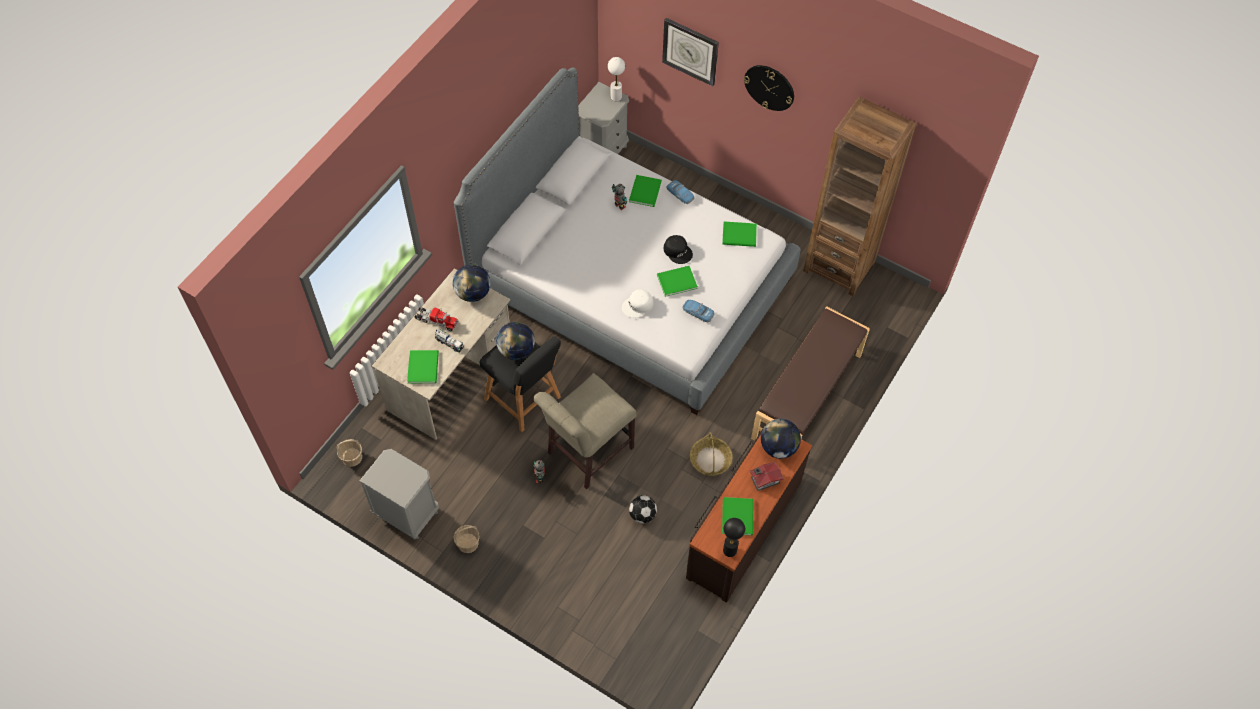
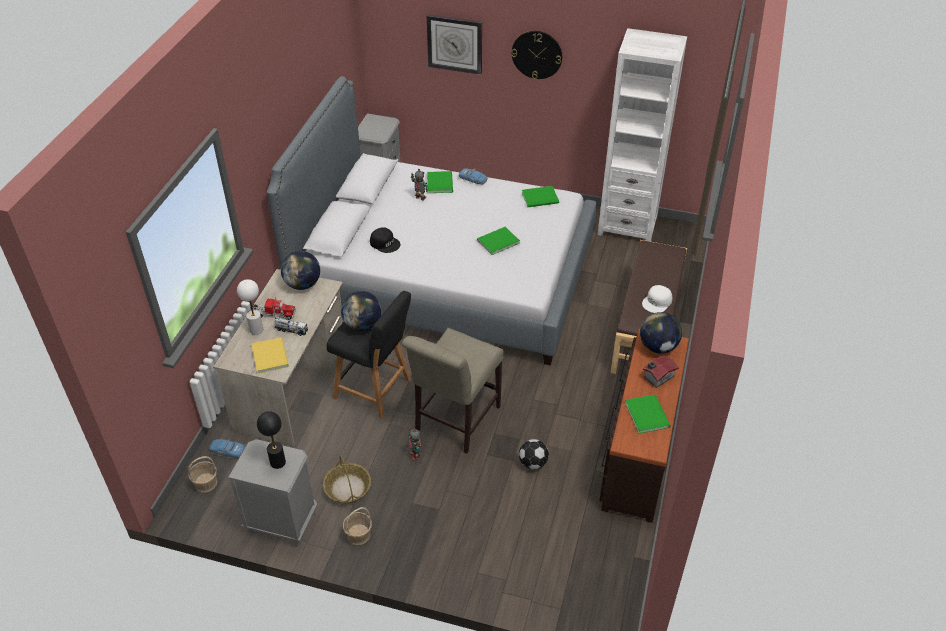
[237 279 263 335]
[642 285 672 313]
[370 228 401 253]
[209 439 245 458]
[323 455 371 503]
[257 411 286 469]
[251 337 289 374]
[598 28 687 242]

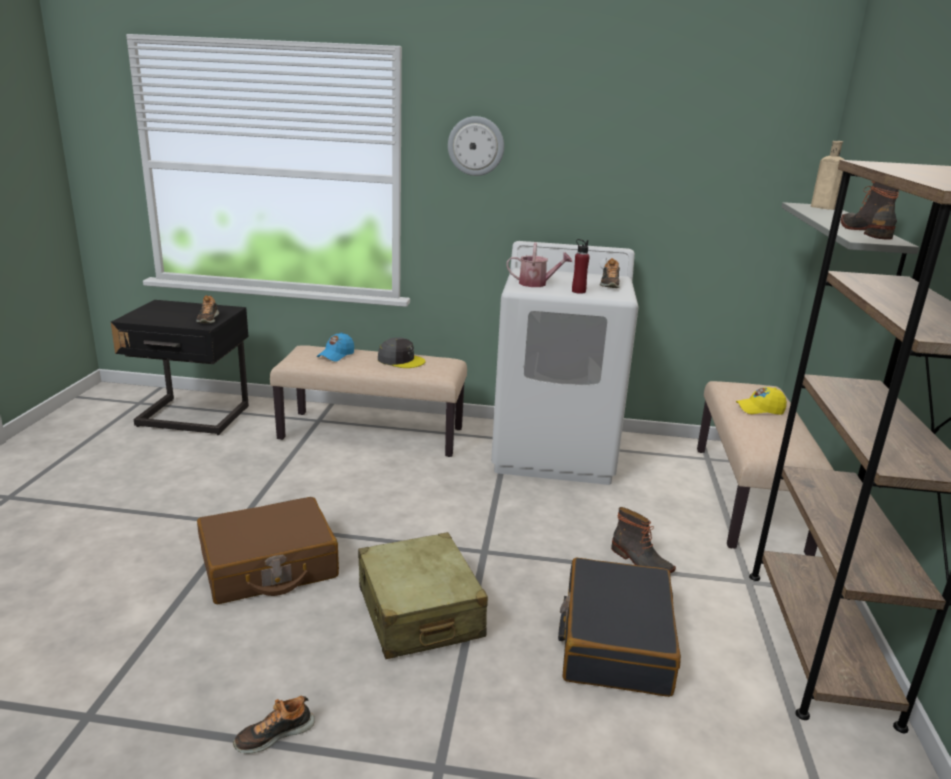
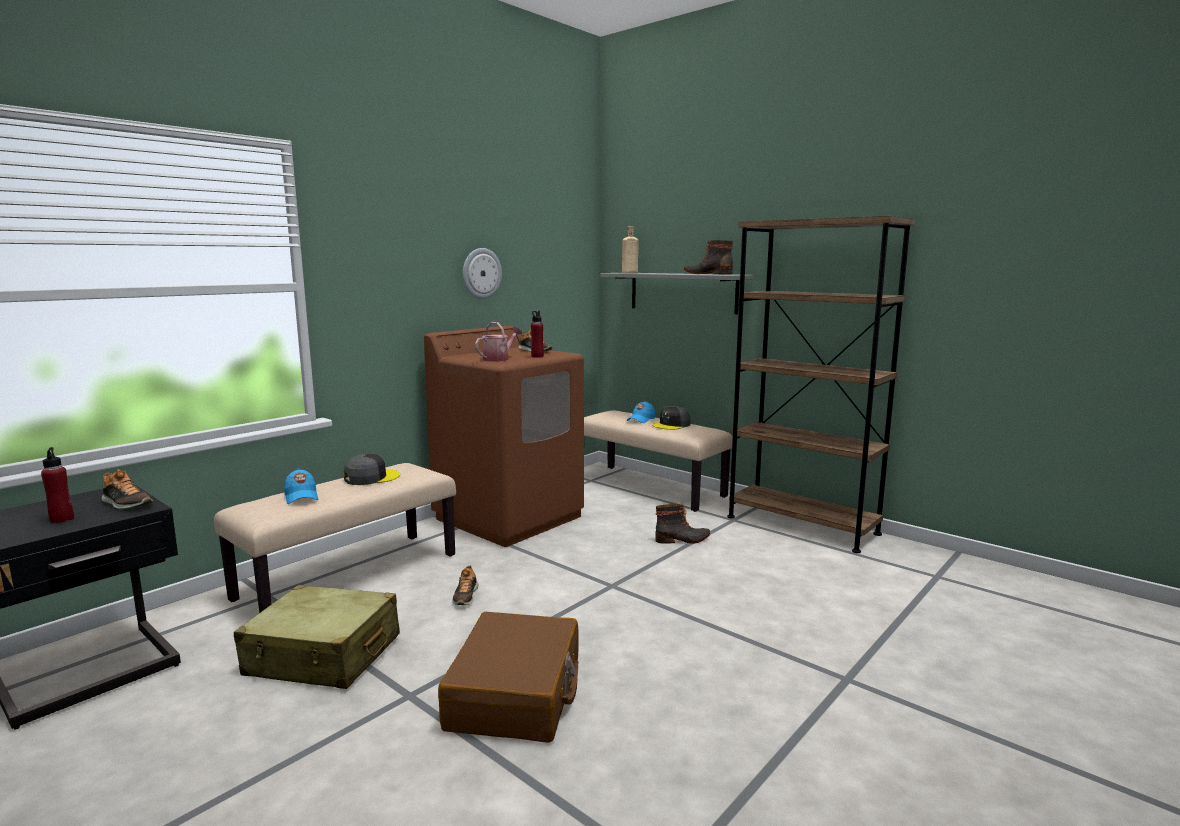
[558 557 681 697] (first image)
[41 447 74 523]
[652 406 691 430]
[452 566 478 605]
[234 585 400 689]
[463 248 502 299]
[424 326 584 547]
[627 401 655 423]

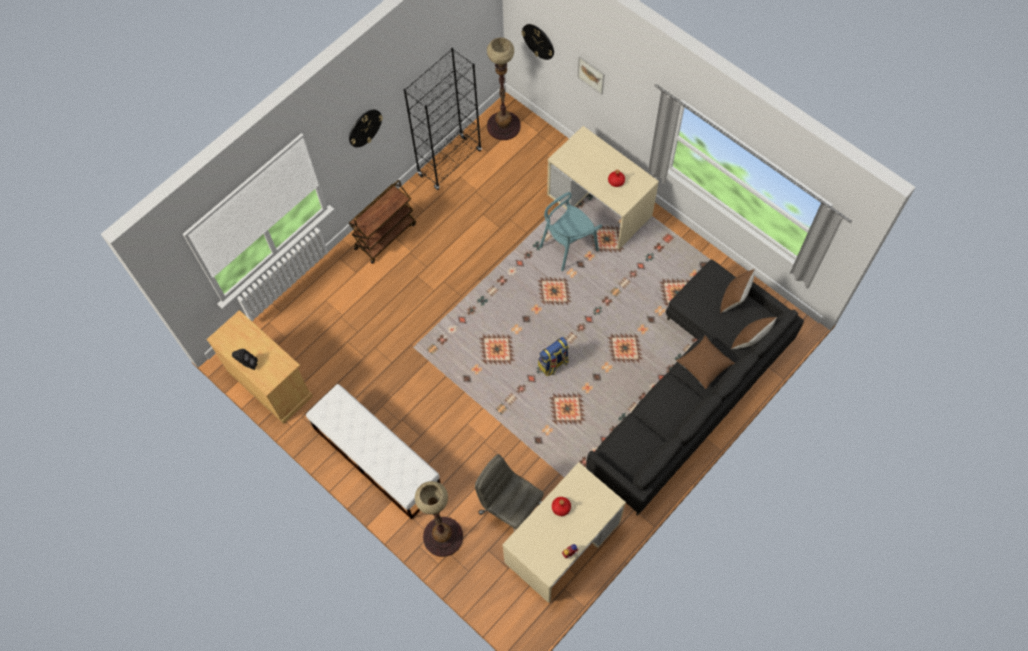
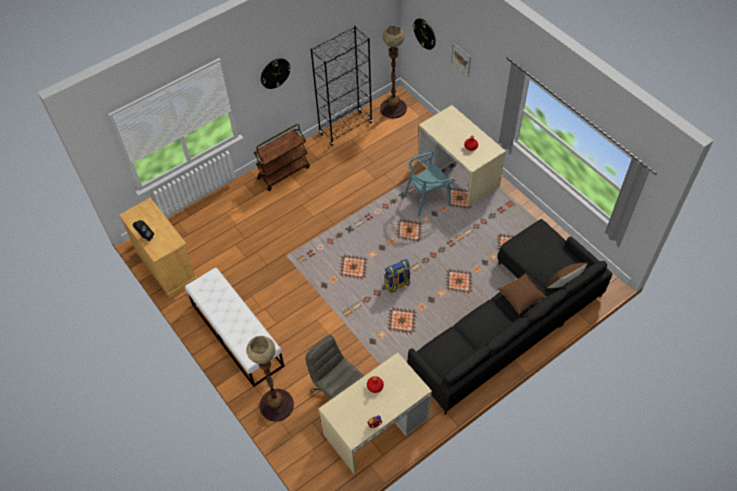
[720 269 755 313] (first image)

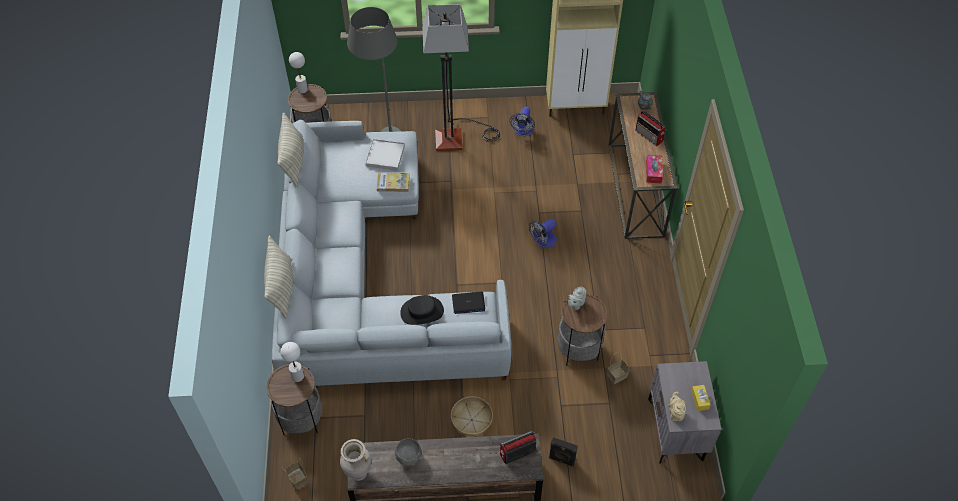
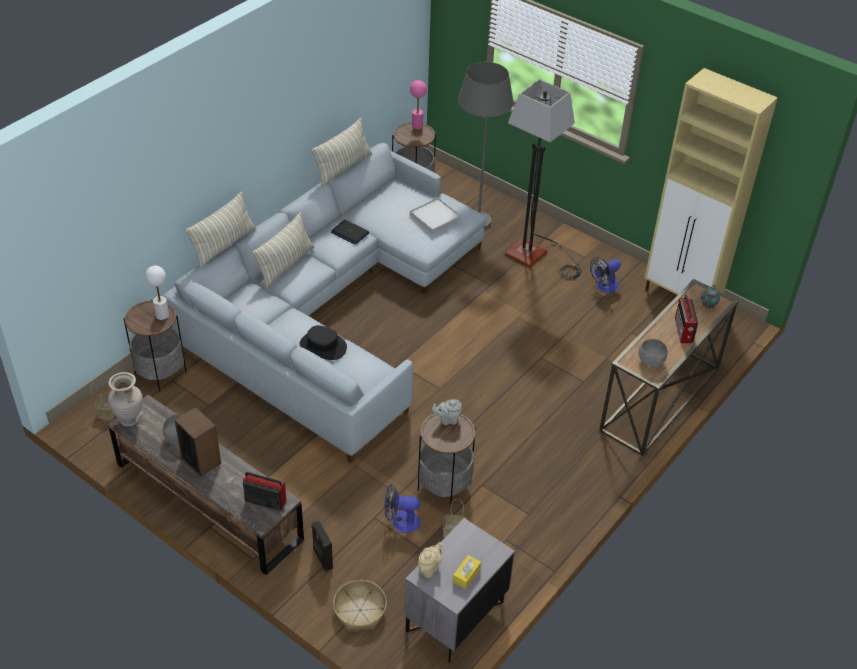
[377 173 410 192] (first image)
[174 407 221 477]
[252 212 314 289]
[333 580 387 630]
[331 220 369 244]
[384 483 420 533]
[639 339 667 367]
[410 80 427 130]

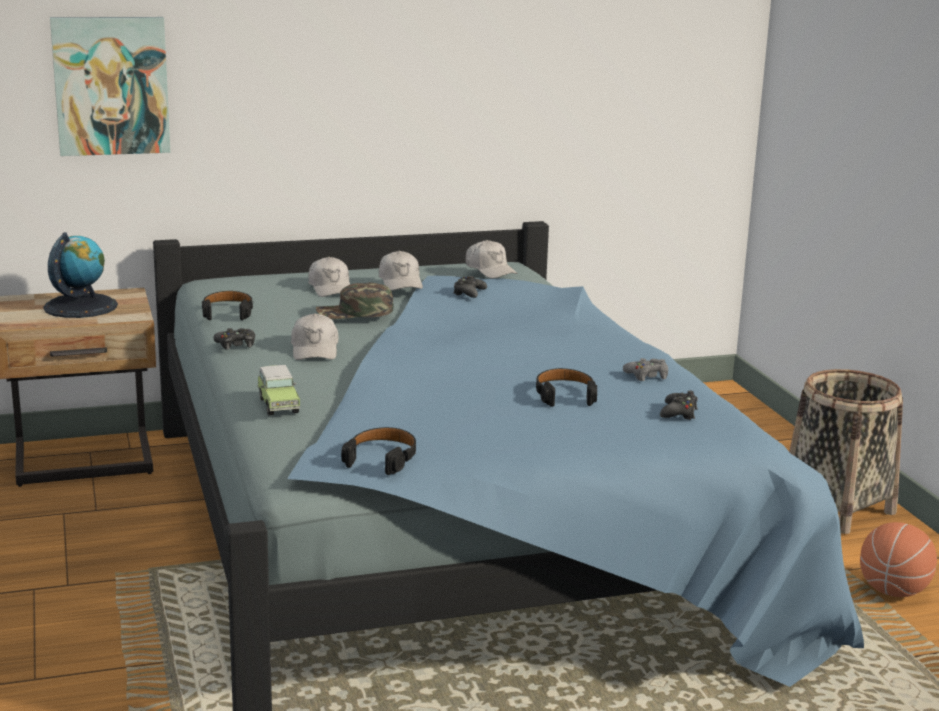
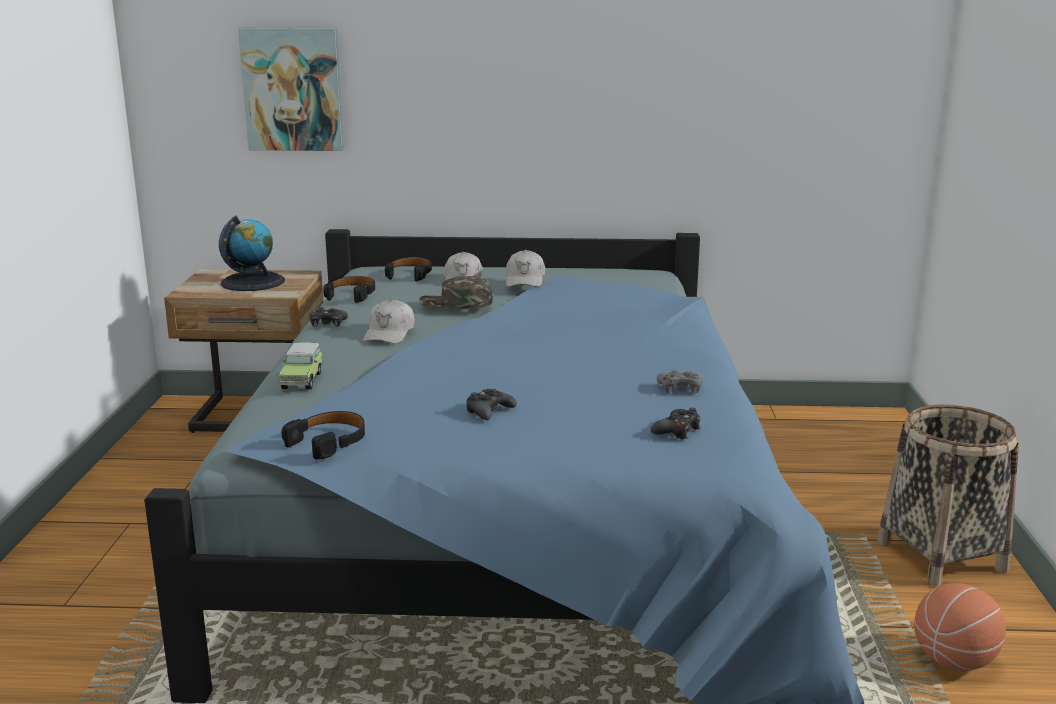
[466 240 518 279] (first image)
[466 388 517 420]
[385 257 432 281]

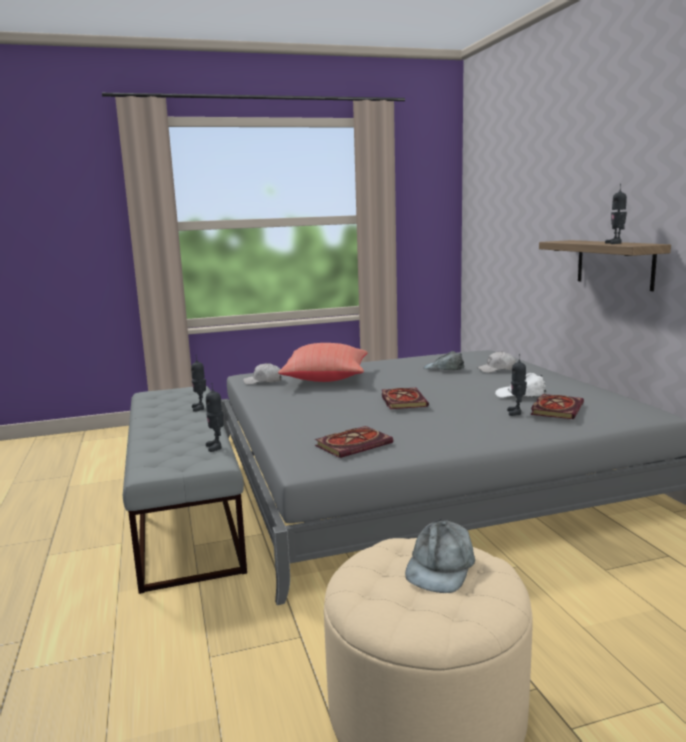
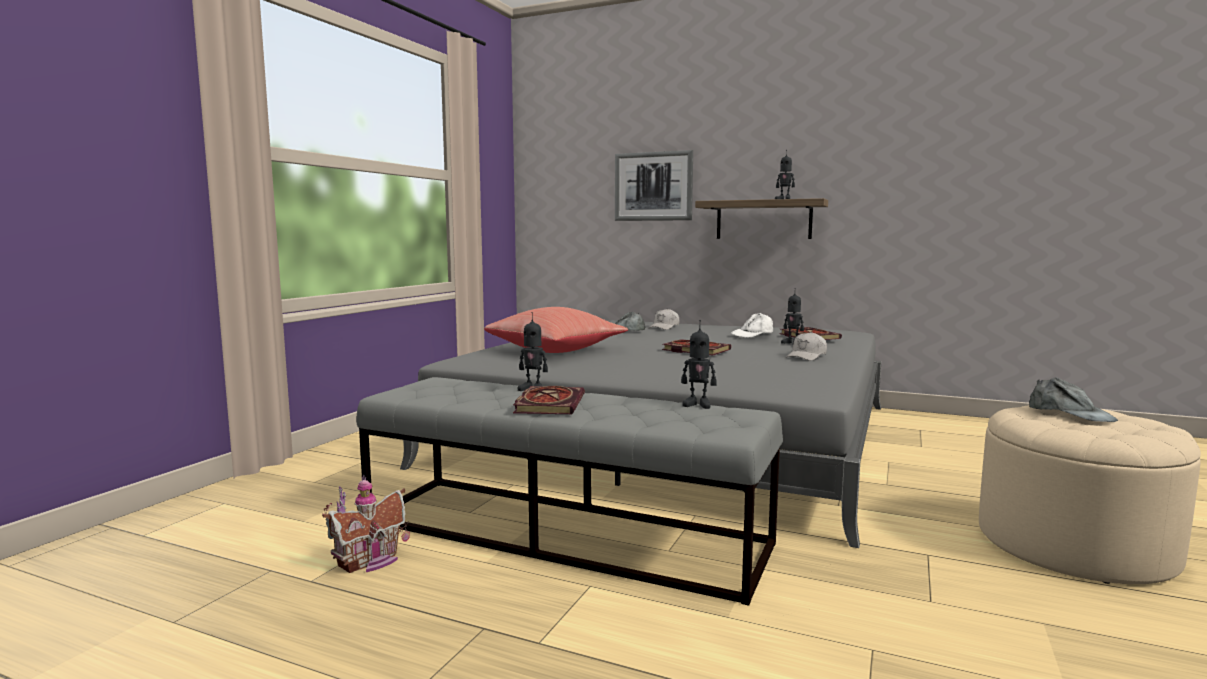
[322 475 410 573]
[615 150 693 221]
[786 332 827 361]
[513 386 585 414]

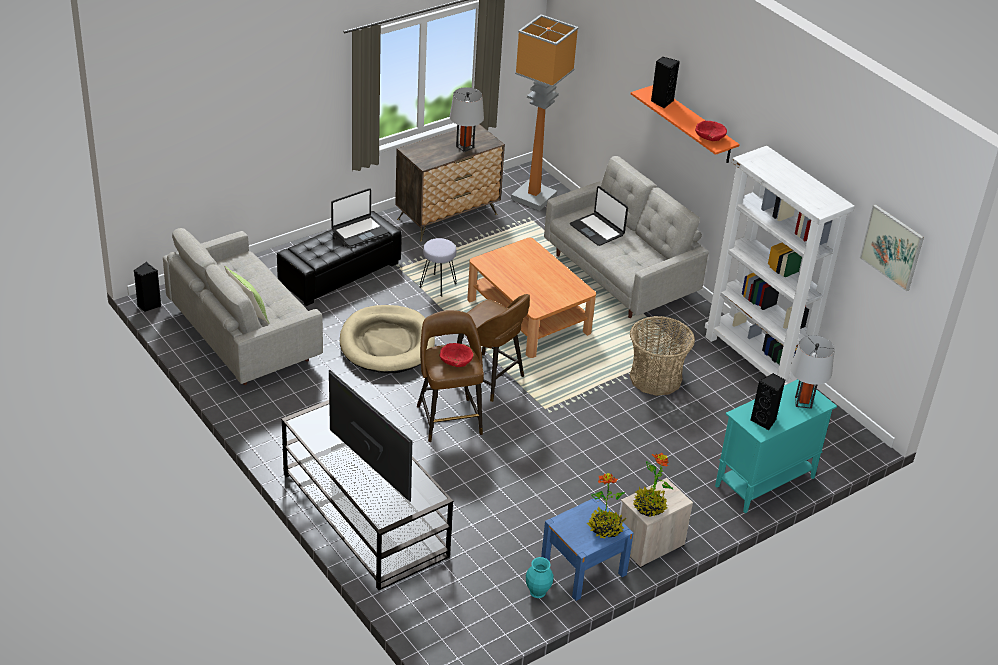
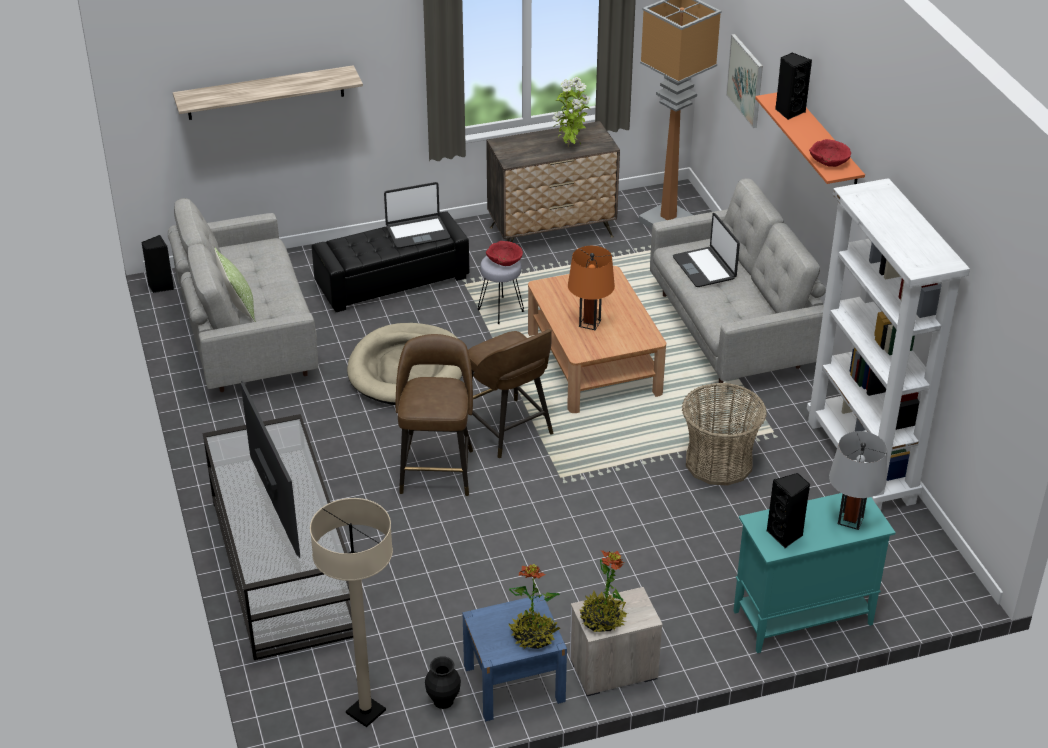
[173 65 363 120]
[310 498 393 727]
[568 246 615 330]
[486 241 523 266]
[726 34 763 128]
[552 77 591 147]
[425 656 461 709]

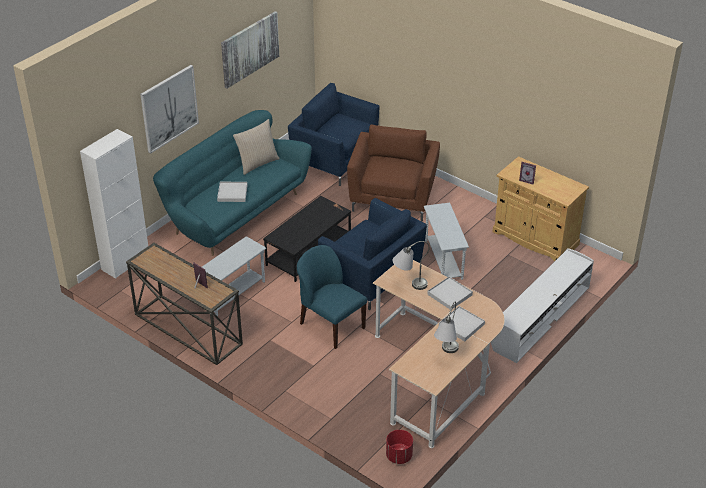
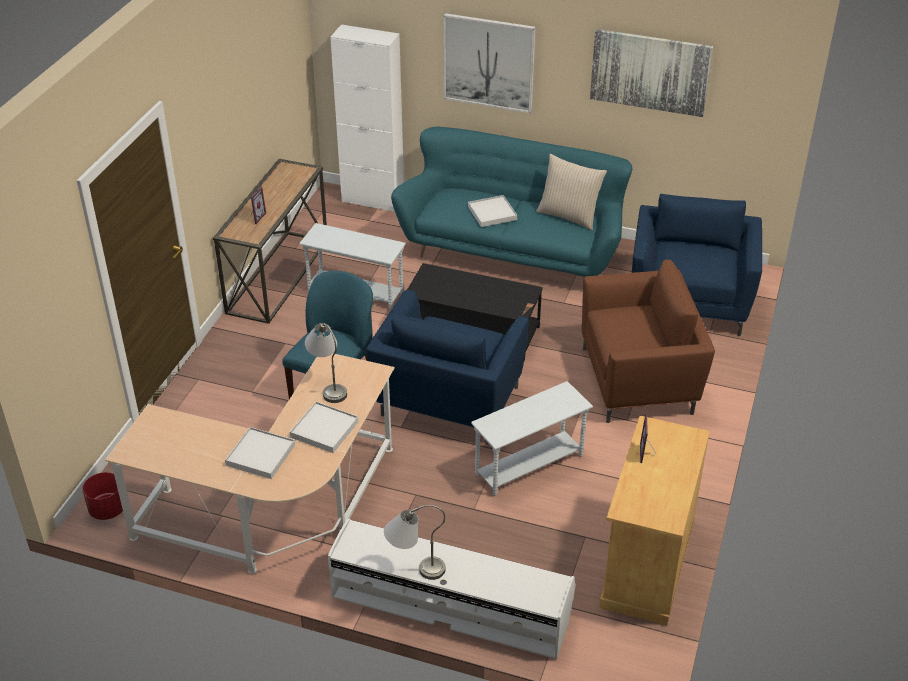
[384 505 445 580]

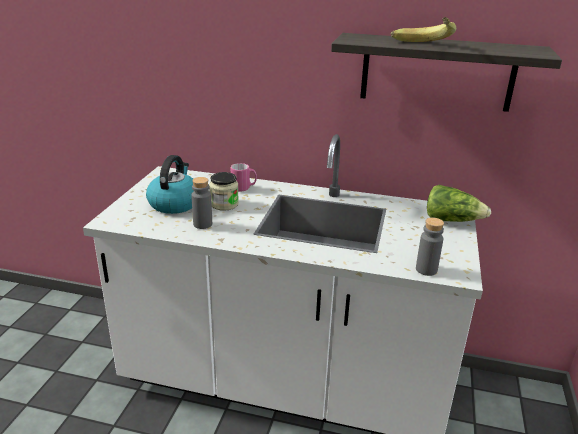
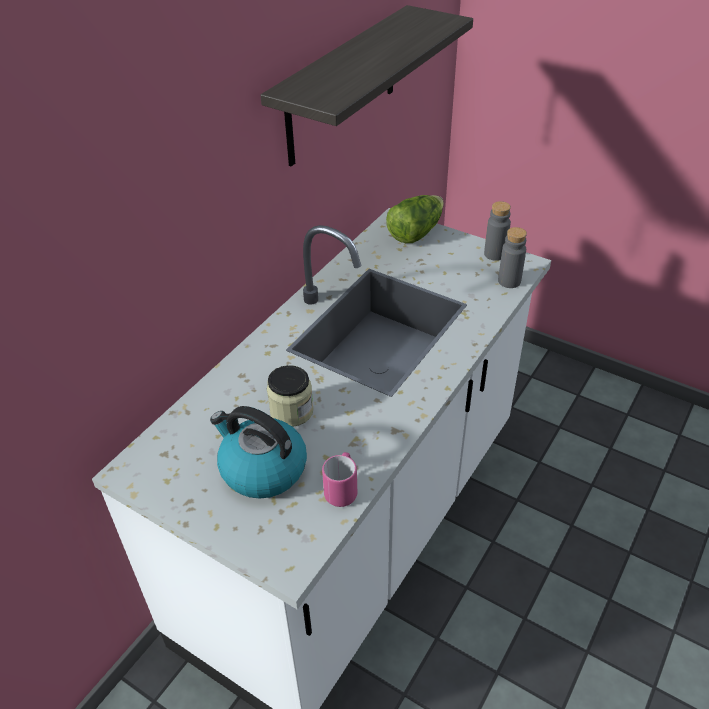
[391 17 456 42] (first image)
[484 201 511 261]
[322 452 357 507]

